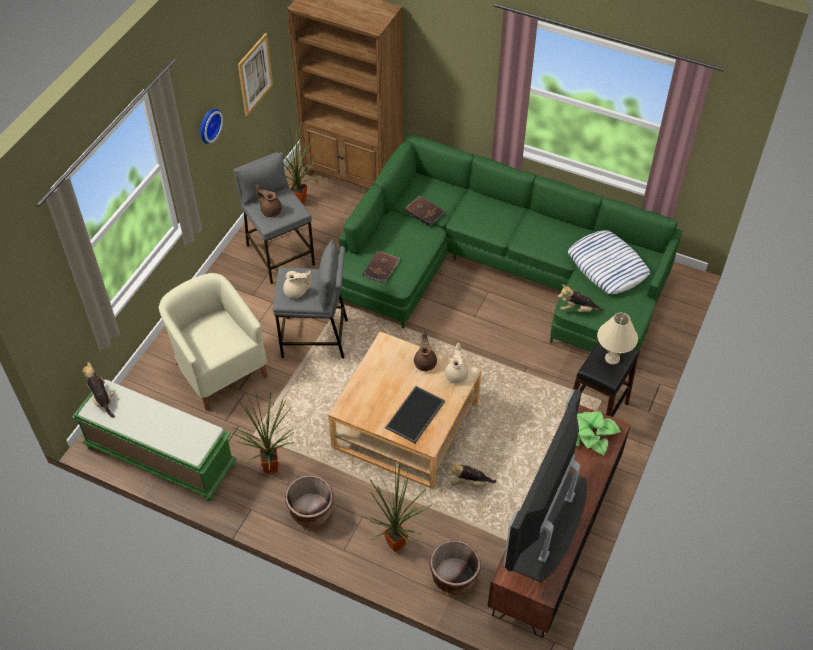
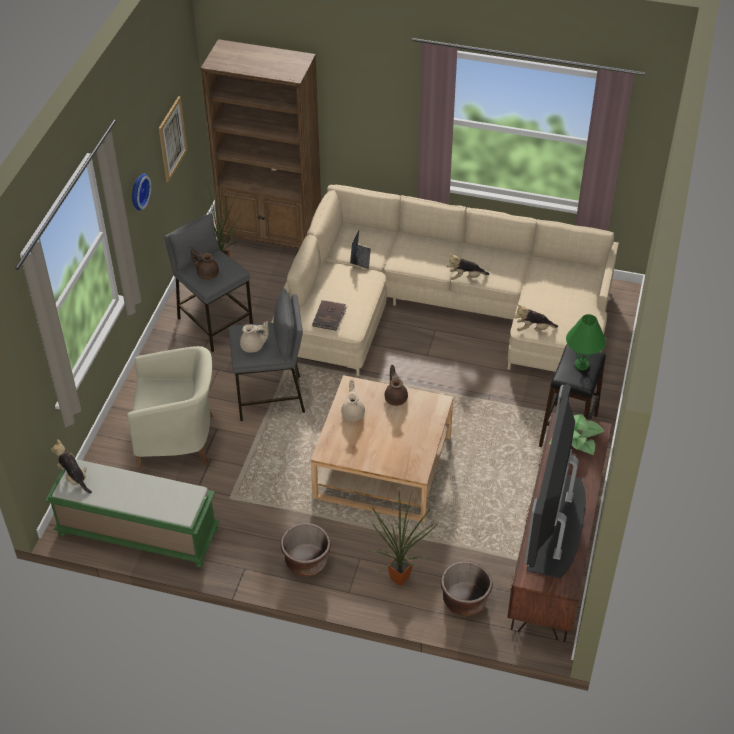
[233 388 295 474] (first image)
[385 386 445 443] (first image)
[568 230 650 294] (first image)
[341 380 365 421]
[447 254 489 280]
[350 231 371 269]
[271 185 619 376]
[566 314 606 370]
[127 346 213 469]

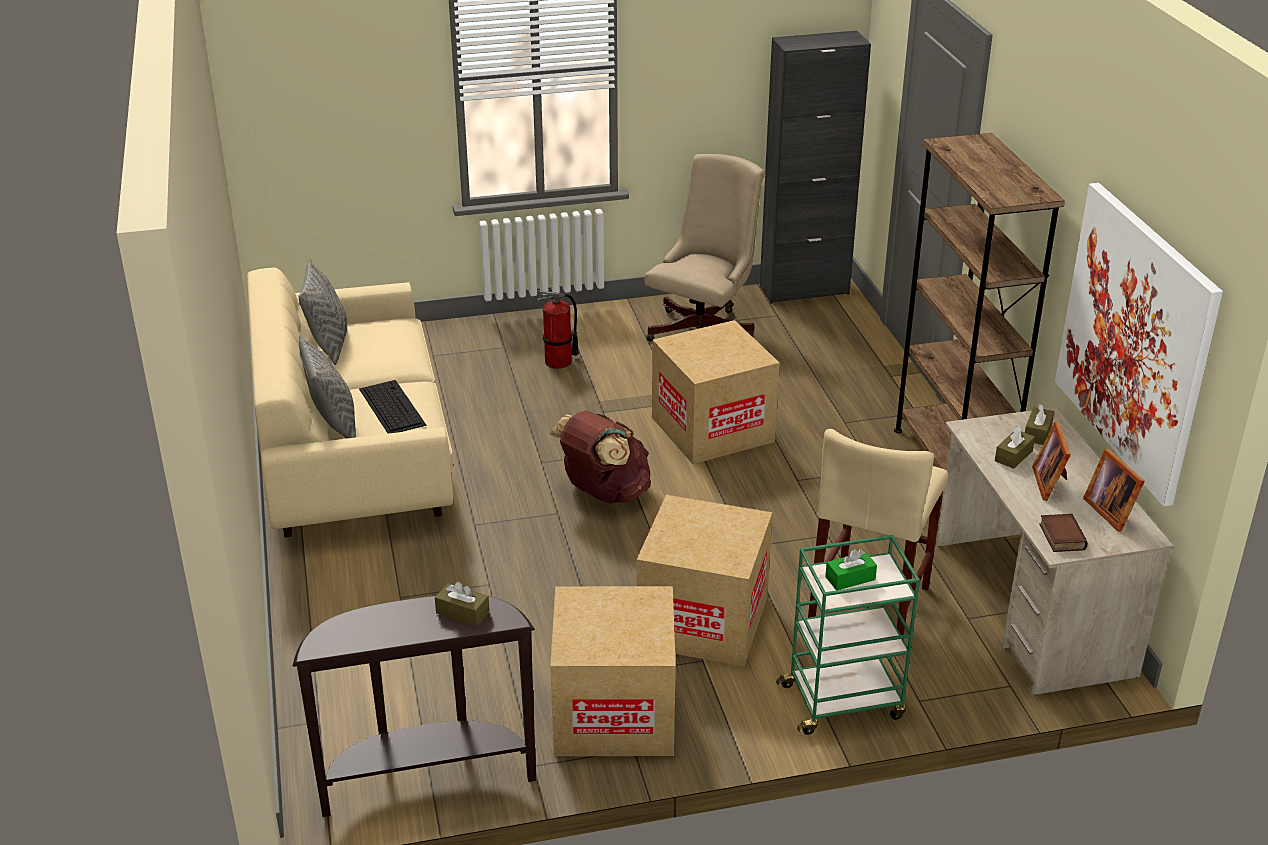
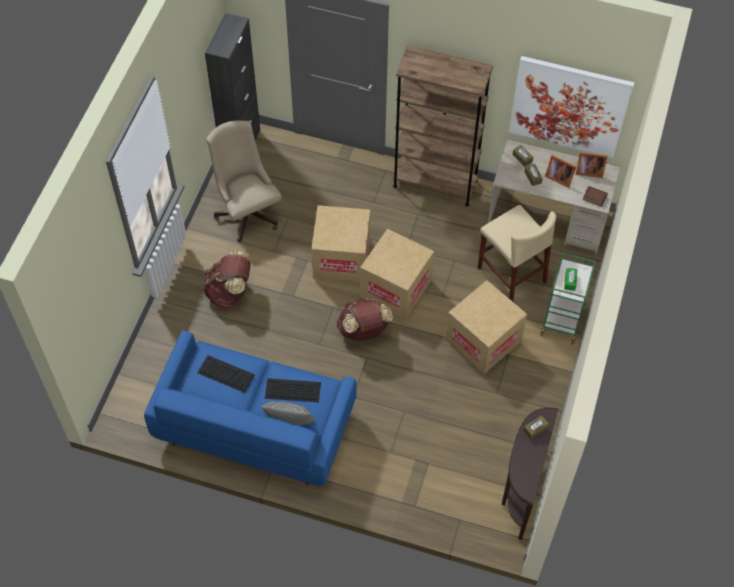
[298 259 347 365] (first image)
[197 355 255 393]
[360 229 434 319]
[202 250 251 308]
[144 330 357 486]

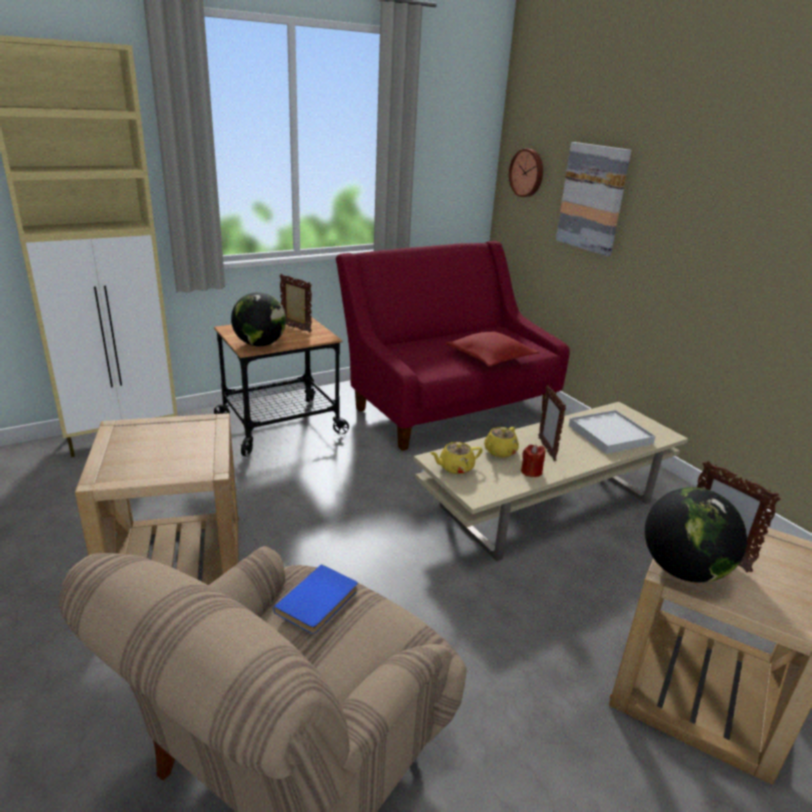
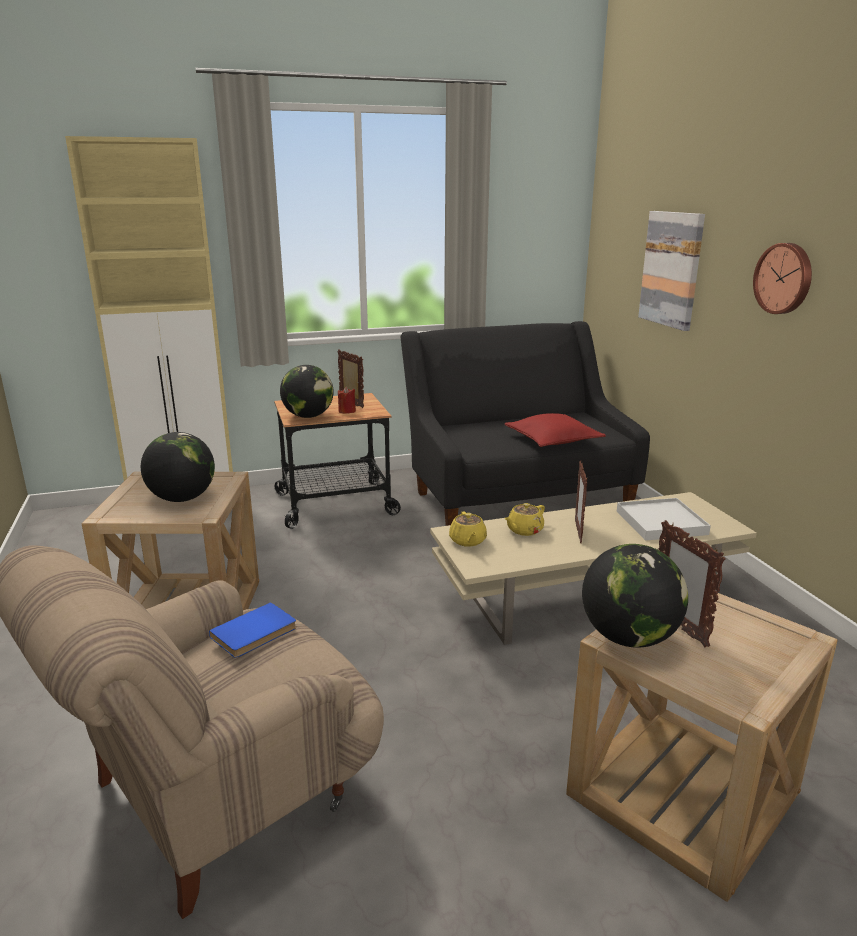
[141 432 215 502]
[753 243 812 314]
[338 387 356 414]
[400 321 650 526]
[449 511 487 547]

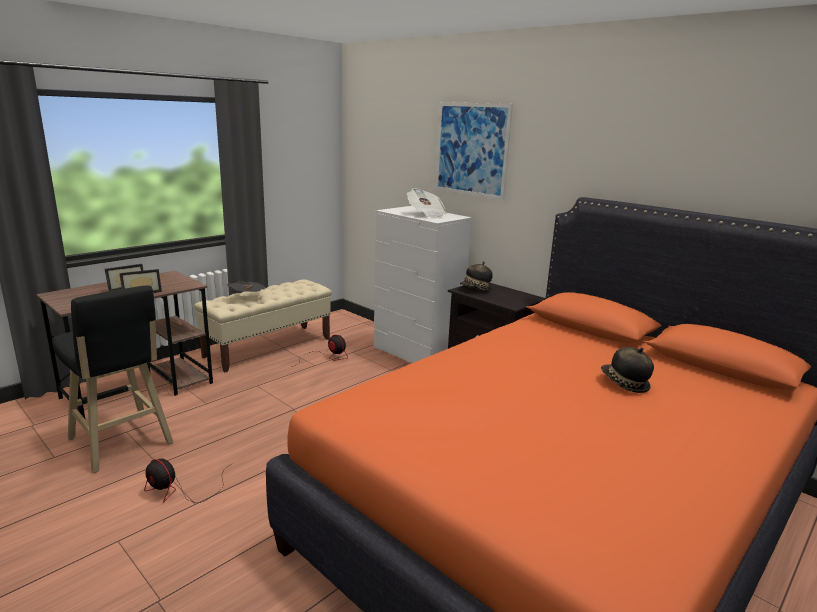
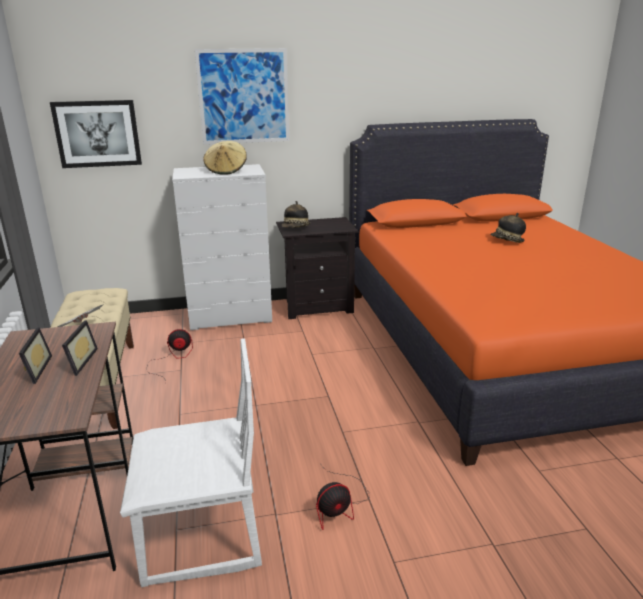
[50 100 142 168]
[120 339 262 587]
[203 141 247 175]

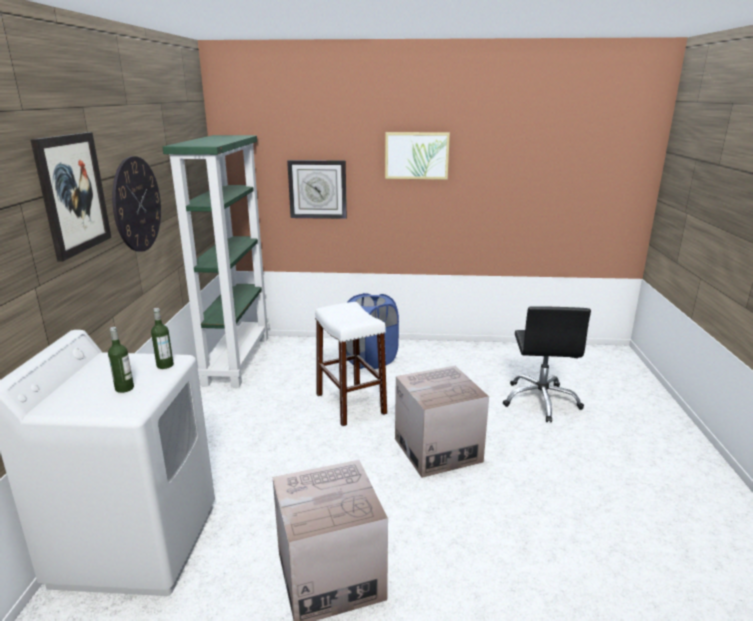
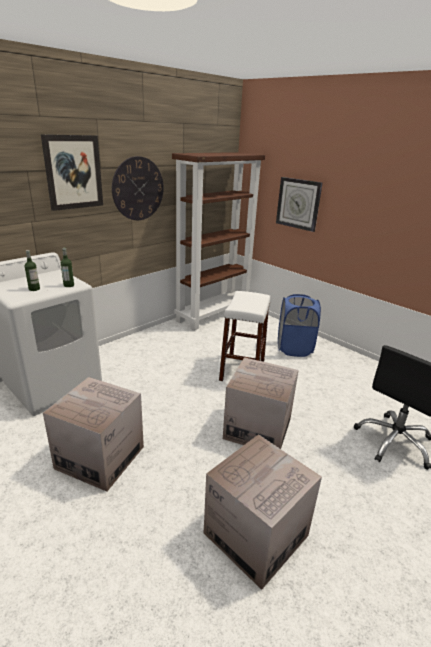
[385 132 450 180] (first image)
[204 434 322 590]
[172 152 265 330]

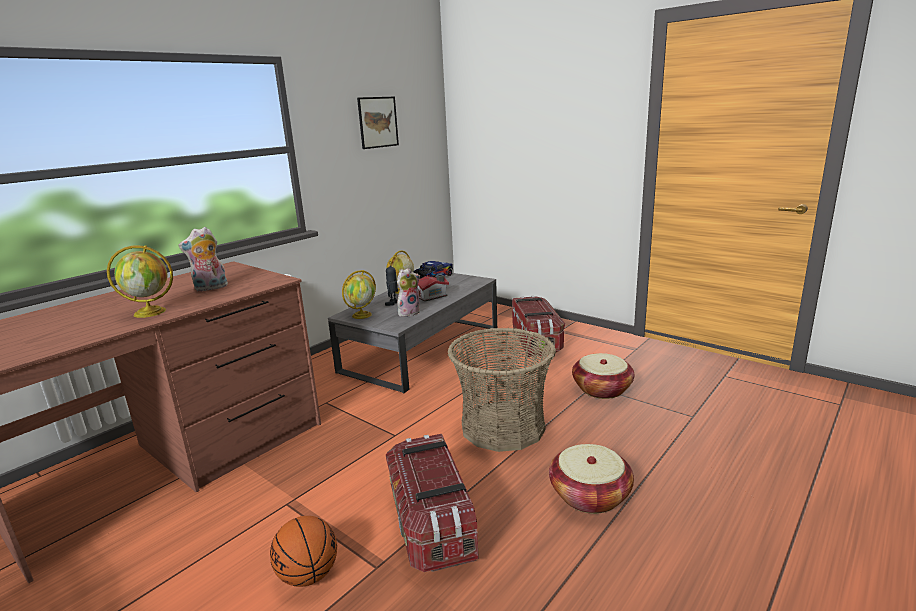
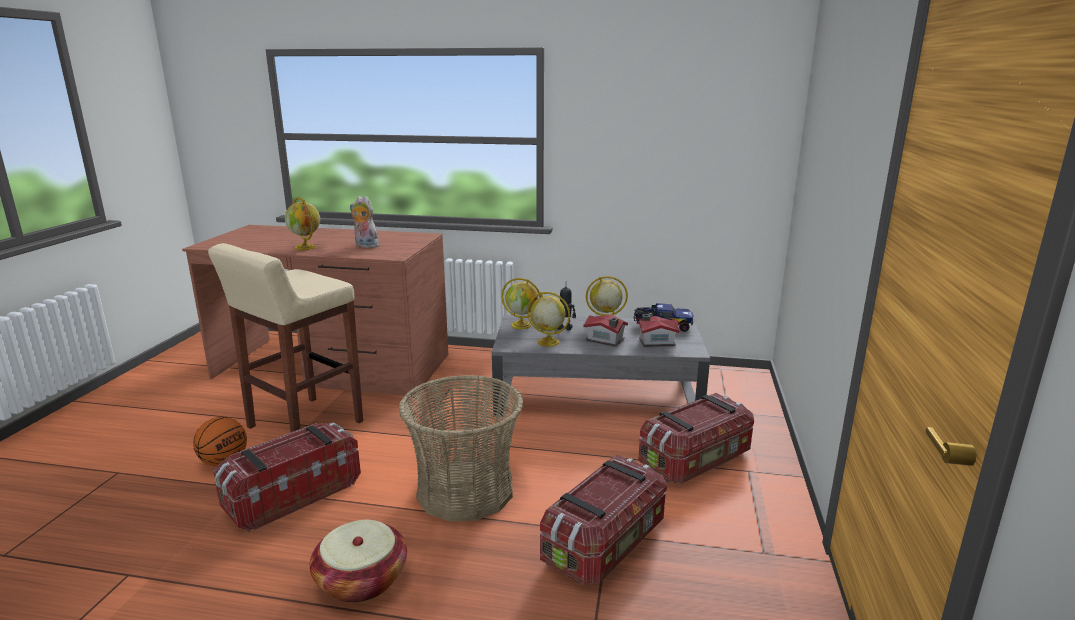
[357 97 399 149] (first image)
[208 243 363 432]
[637 314 679 347]
[527 292 570 347]
[540 454 667 584]

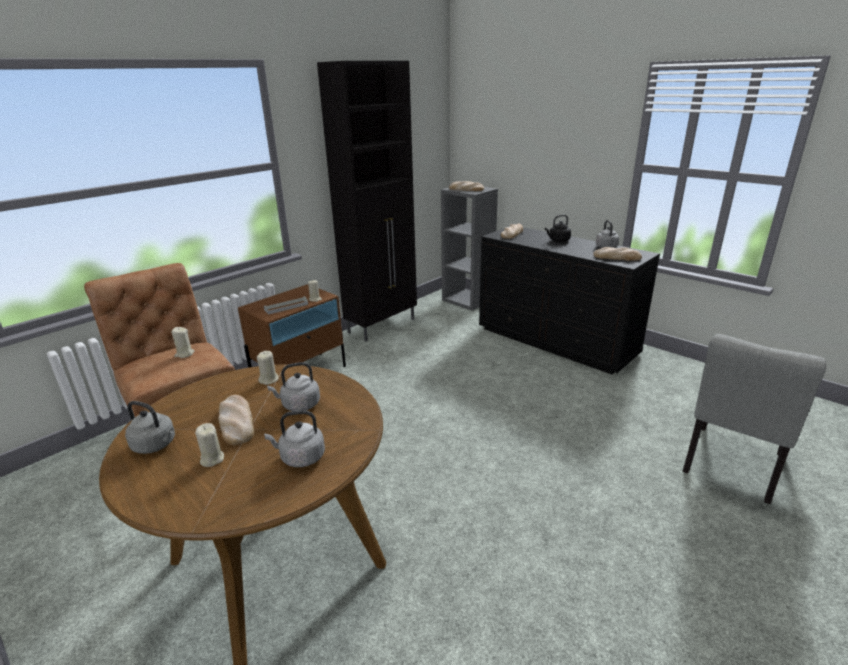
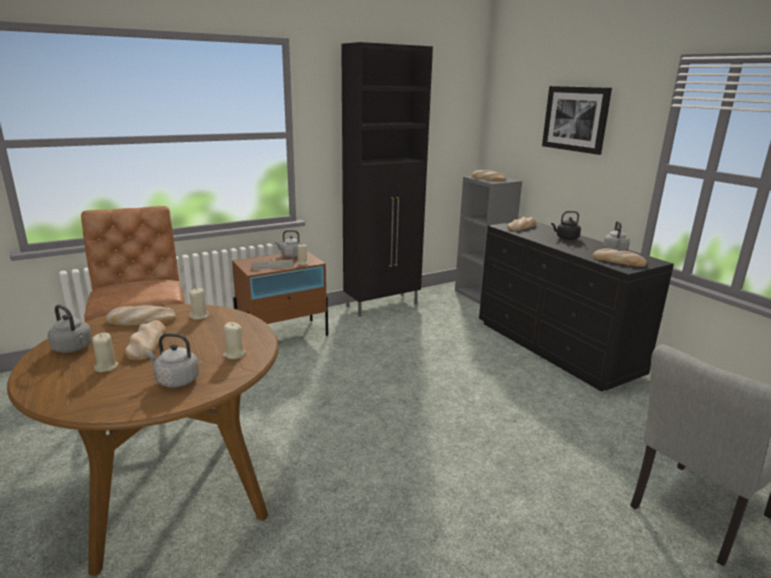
[105 305 176 325]
[542 86 612 155]
[222 322 246 359]
[275 230 302 257]

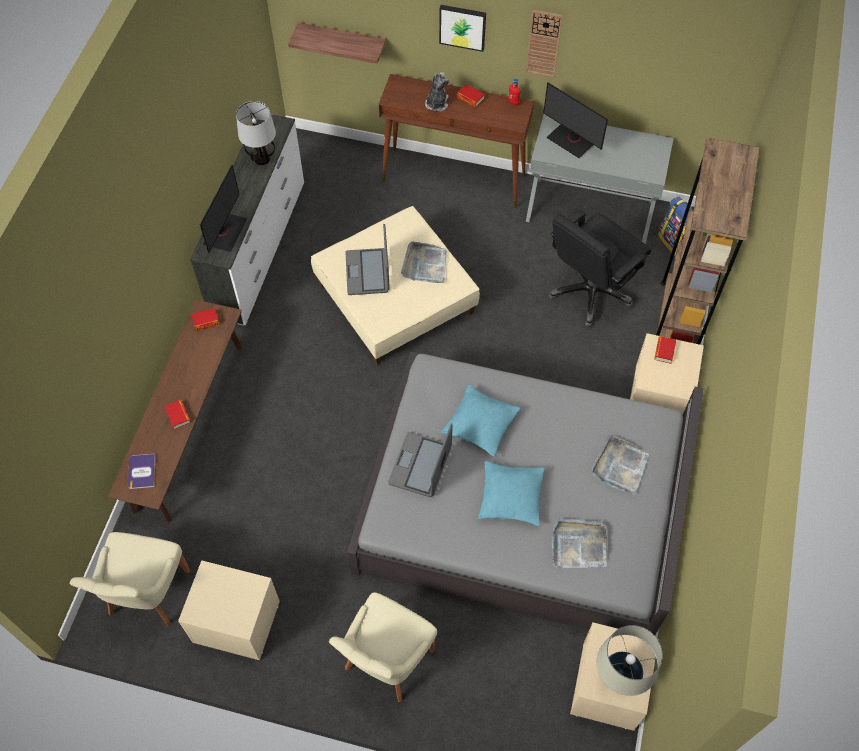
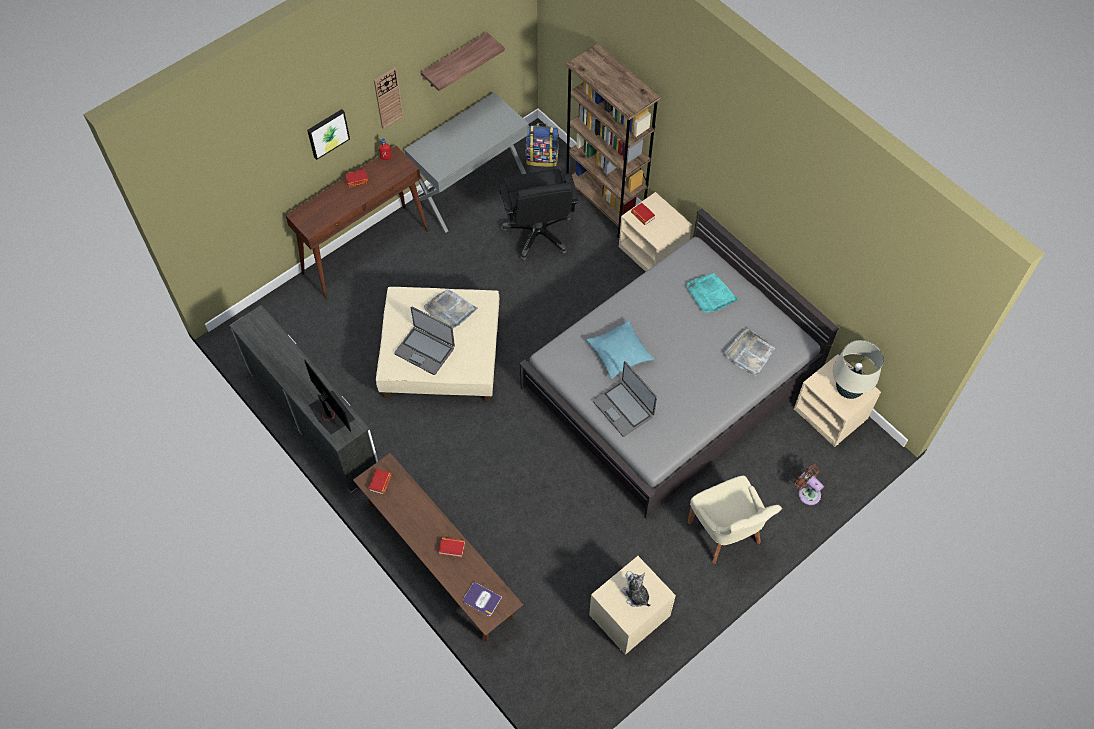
[69 532 190 627] (first image)
[236 101 276 165] (first image)
[478 461 545 526] (first image)
[543 82 608 158] (first image)
[795 464 824 505]
[421 32 505 91]
[621 571 651 607]
[686 273 739 313]

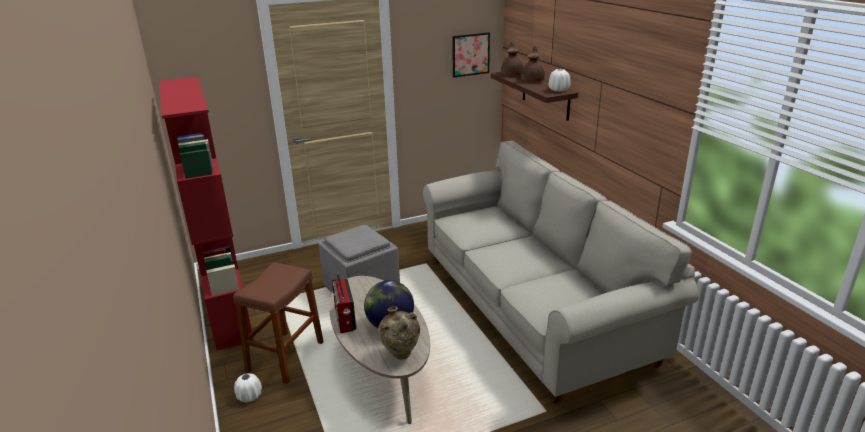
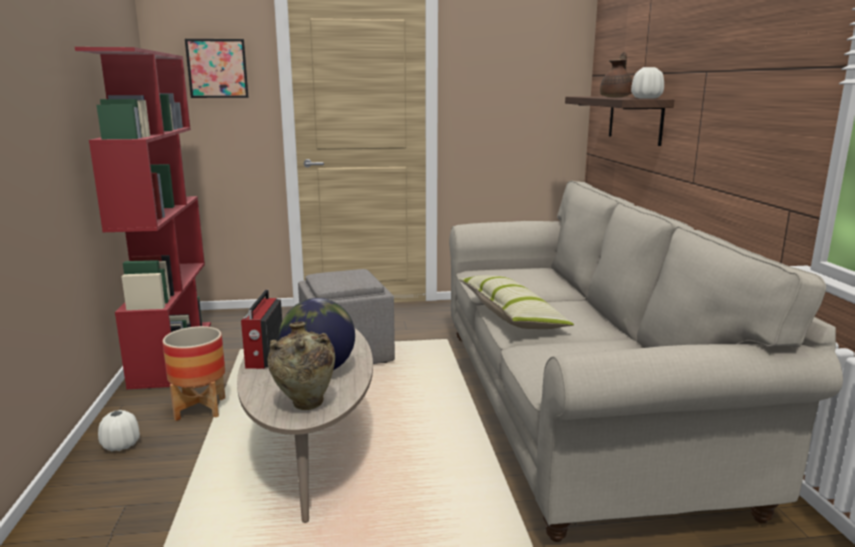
[501 41 523 76] (first image)
[459 275 574 329]
[185 39 249 98]
[162 326 225 421]

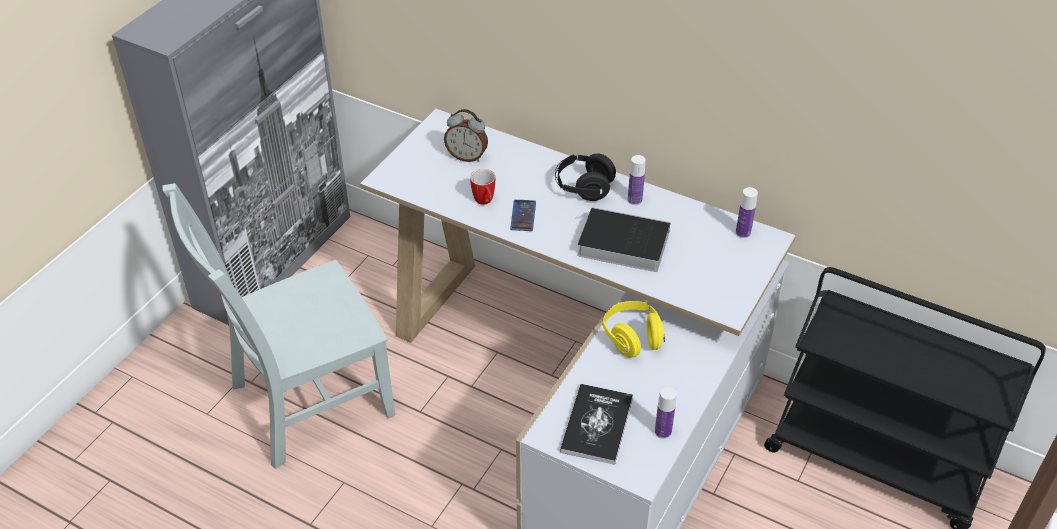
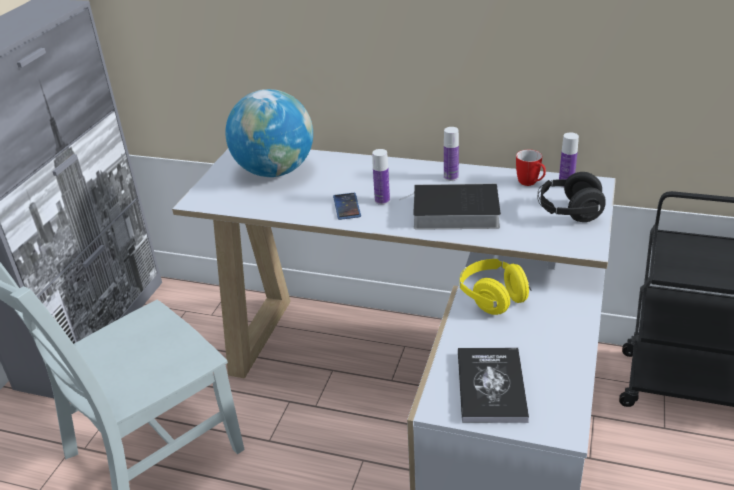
[516 150 546 186]
[537 172 606 222]
[372 149 390 205]
[225 89 313 177]

